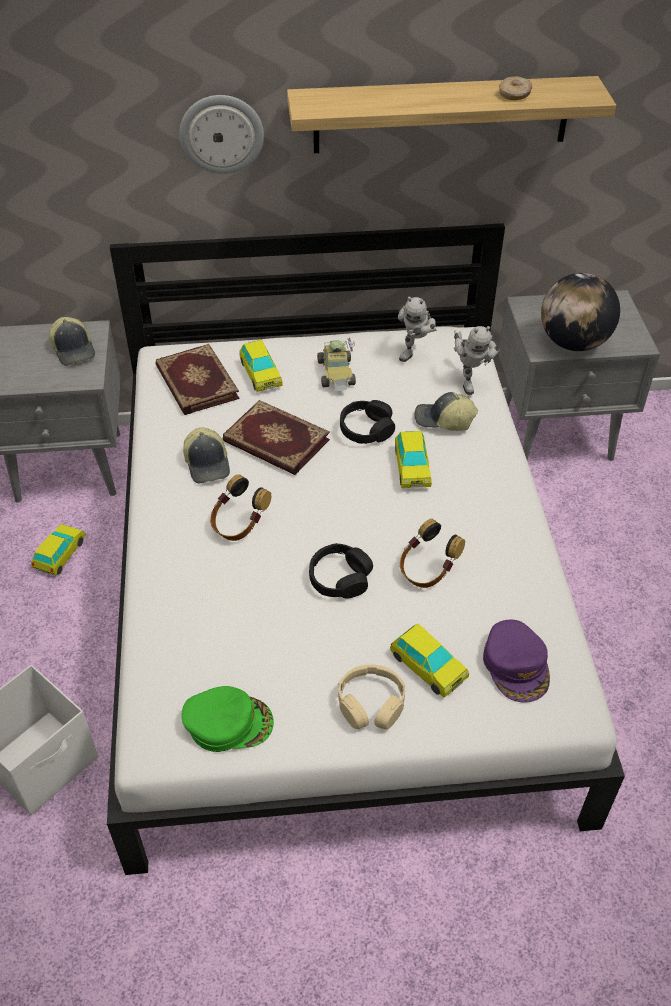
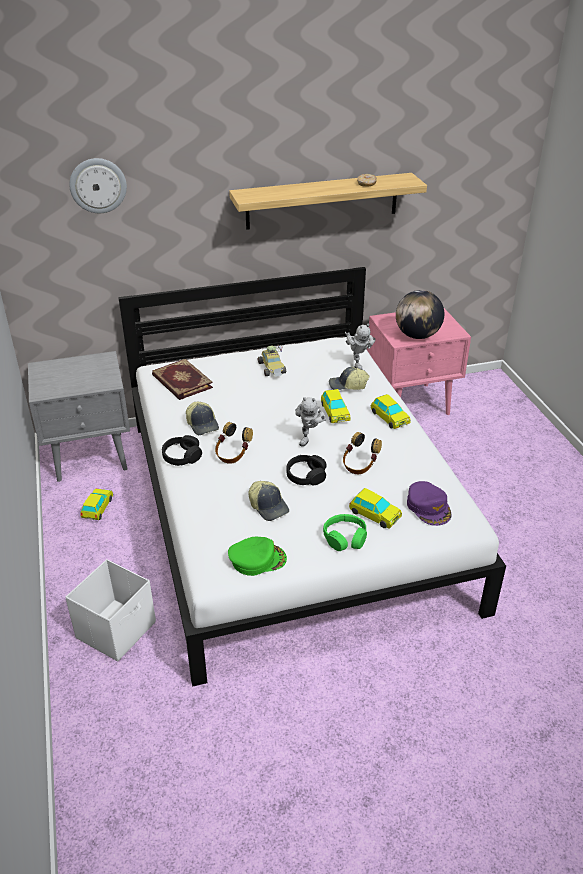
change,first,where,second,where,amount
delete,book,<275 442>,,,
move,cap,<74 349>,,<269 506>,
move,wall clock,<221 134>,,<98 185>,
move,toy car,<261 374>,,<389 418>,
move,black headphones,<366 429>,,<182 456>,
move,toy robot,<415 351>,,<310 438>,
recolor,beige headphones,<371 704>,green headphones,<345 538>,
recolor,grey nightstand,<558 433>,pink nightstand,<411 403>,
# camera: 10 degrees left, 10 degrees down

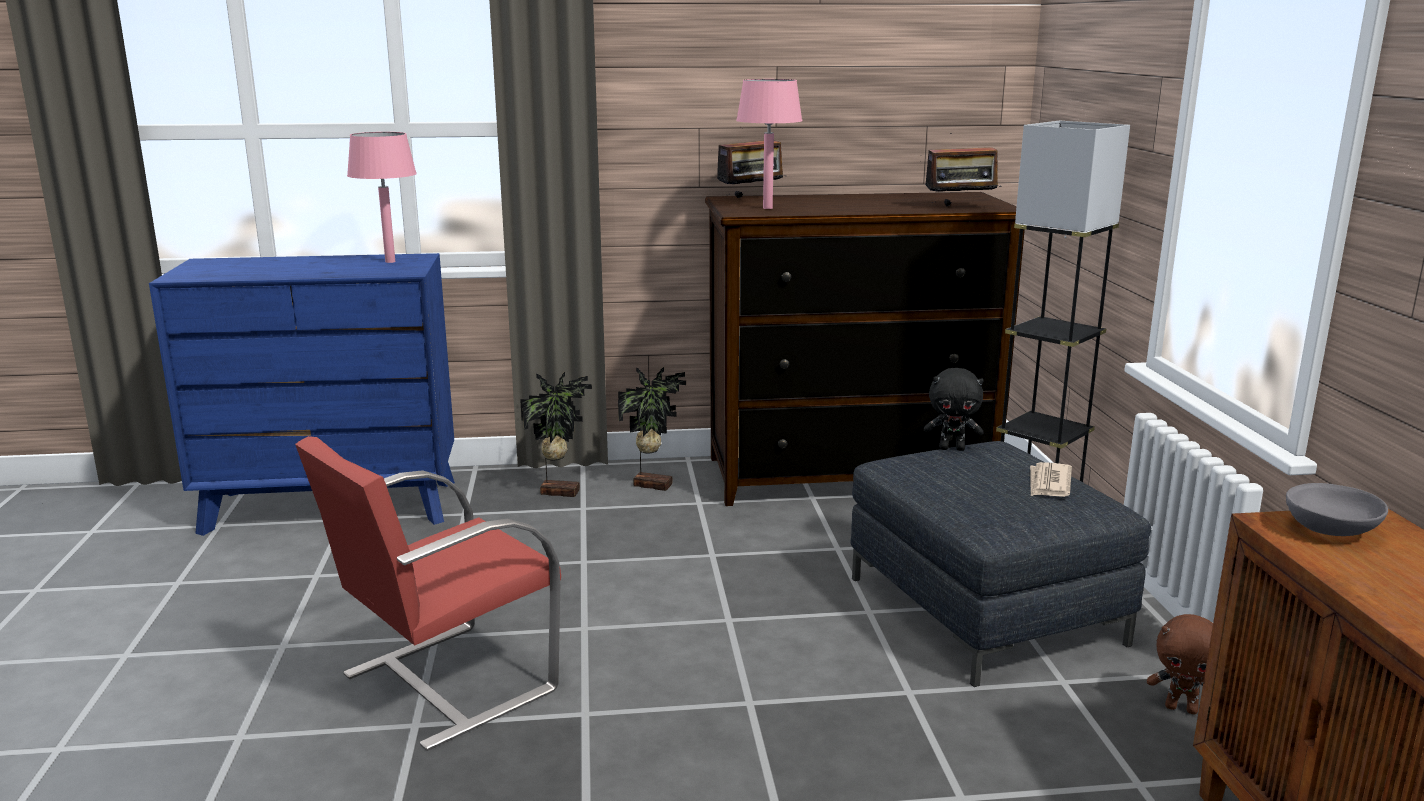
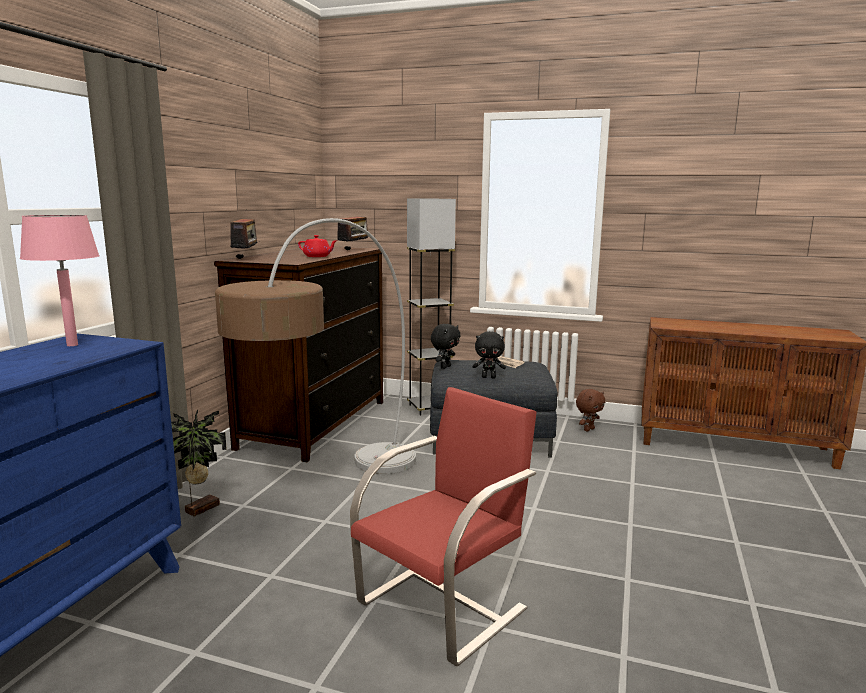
change,first,where,second,where,amount
delete,potted plant,<653 484>,,,
delete,pink table lamp,<767 208>,,,
delete,grey bowl,<1331 531>,,,
insert,,,floor lamp,<330 494>,
insert,,,red teapot,<317 256>,
insert,,,black plush toy,<489 377>,
rotate,red chair,<445 683>,,<444 605>,120 degrees counterclockwise
# camera: 65 degrees left, 5 degrees down

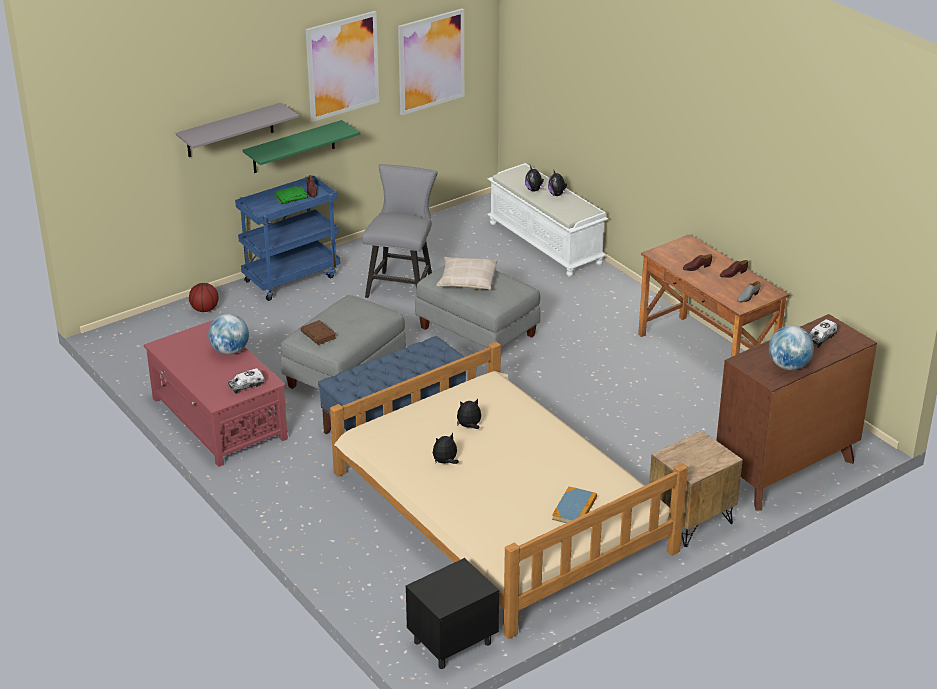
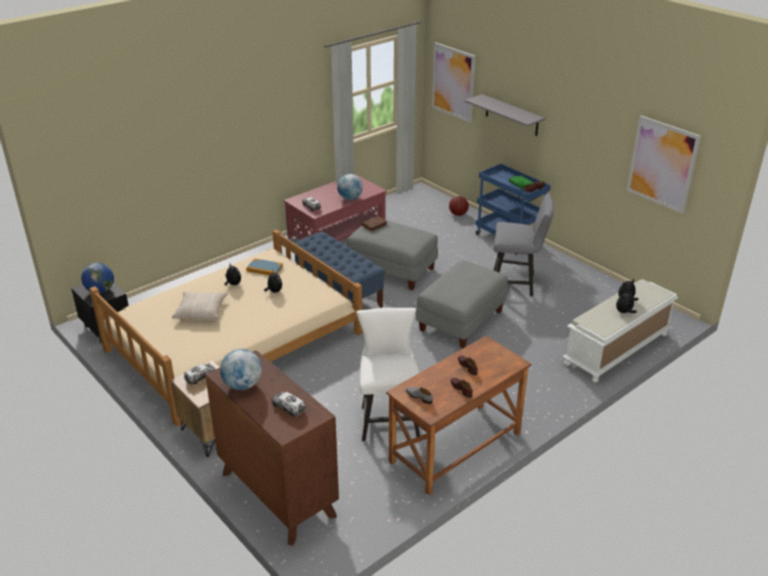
change,first,where,second,where,amount
delete,green shelf,<293 147>,,,
insert,,,globe,<100 290>,
insert,,,toy truck,<200 377>,
insert,,,white chair,<388 418>,
move,picture,<342 66>,,<453 82>,
move,beige pillow,<467 280>,,<201 311>,
move,book,<574 509>,,<264 269>,
# camera: 85 degrees right, 0 degrees up

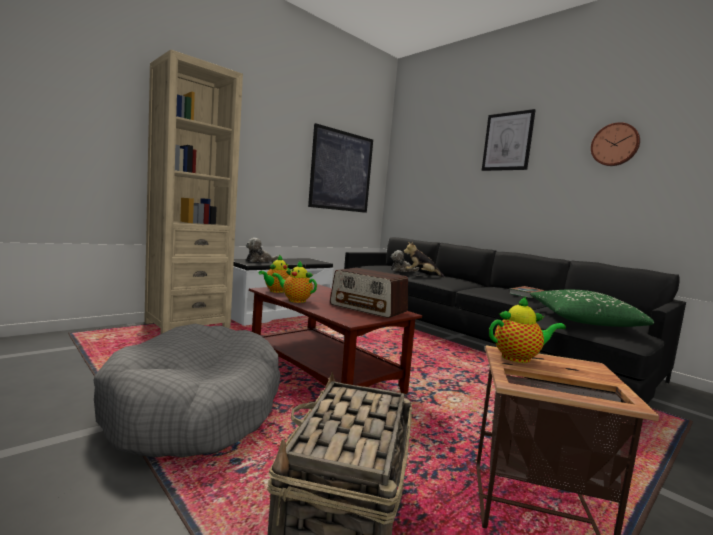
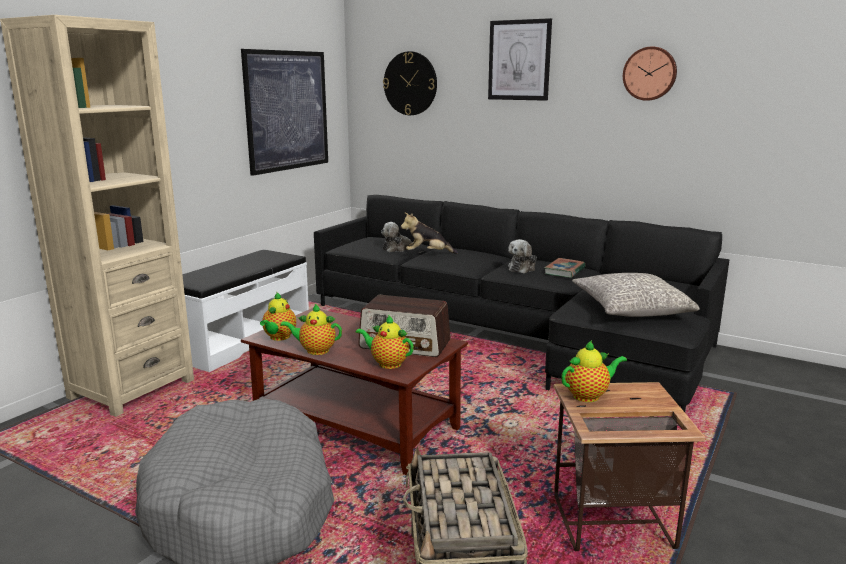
change,first,where,second,where,amount
insert,,,teapot,<387 363>,
insert,,,wall clock,<410 83>,
move,plush toy,<259 261>,,<522 268>,
recolor,green pillow,<582 321>,grey pillow,<630 309>,
# camera: 15 degrees left, 10 degrees up

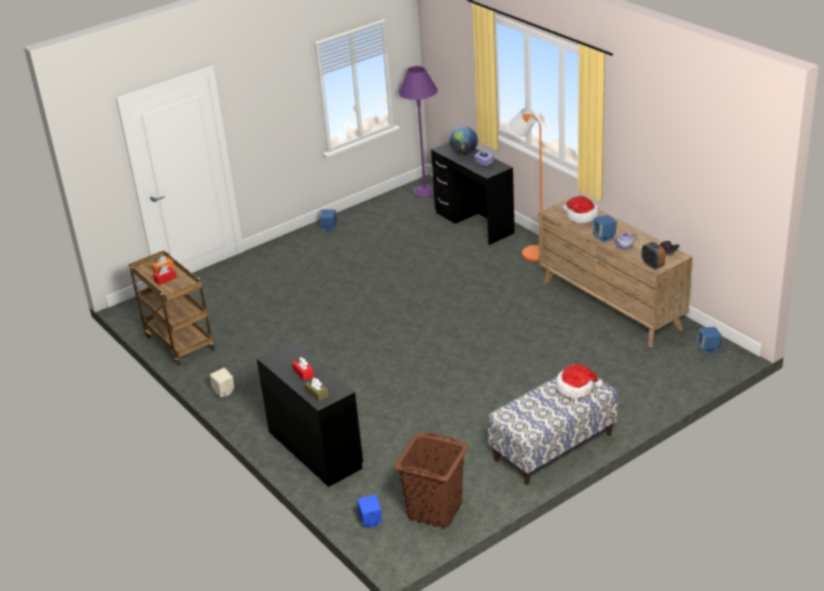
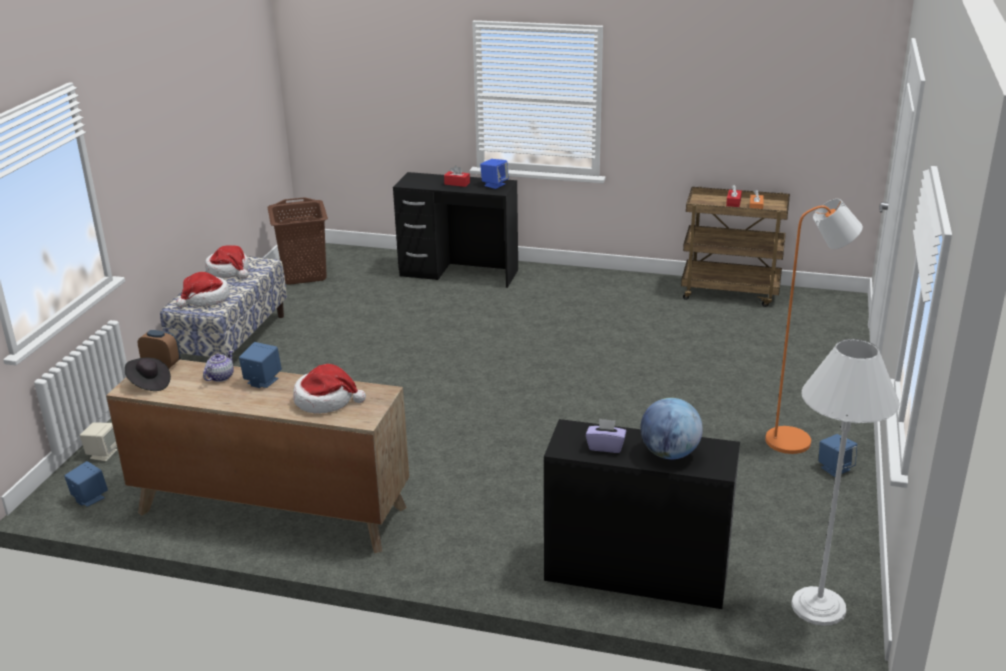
change,first,where,second,where,amount
delete,brown tissue box,<317 394>,,,
insert,,,hat,<229 271>,
move,beige speaker,<224 391>,,<103 454>,
move,blue speaker,<370 521>,,<494 185>,
move,orange floor lamp,<531 252>,,<797 441>,
recolor,purple floor lamp,<424 192>,white floor lamp,<818 607>,
# camera: 140 degrees right, 5 degrees down

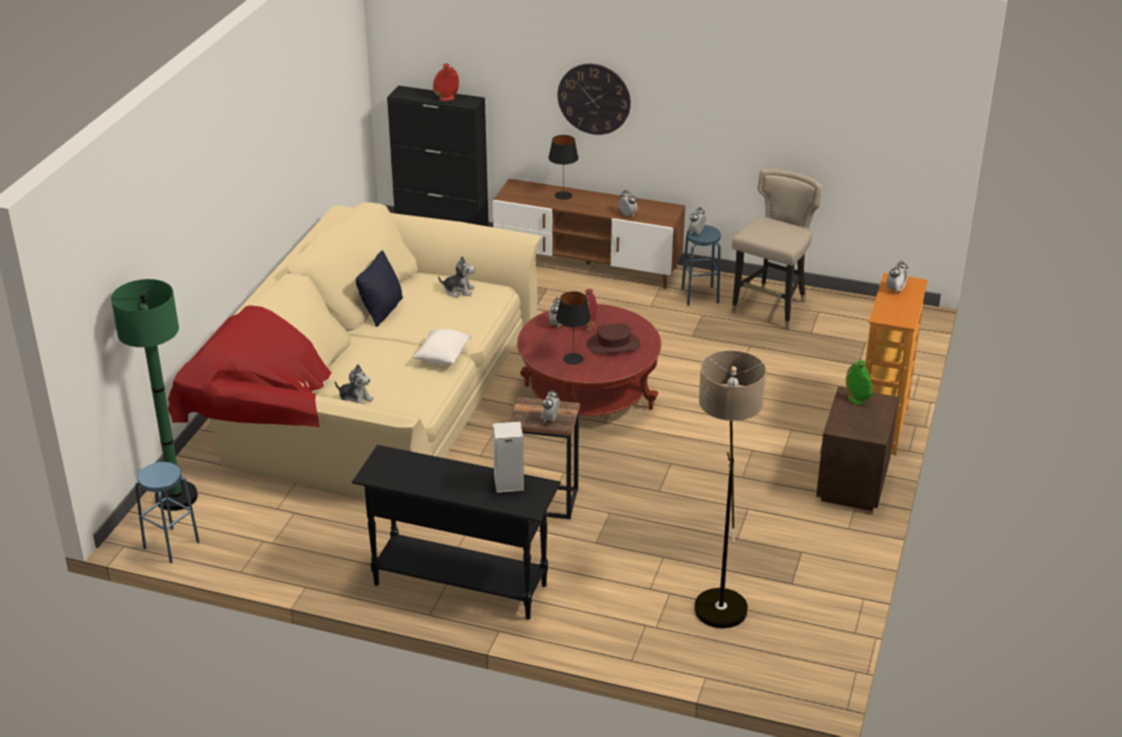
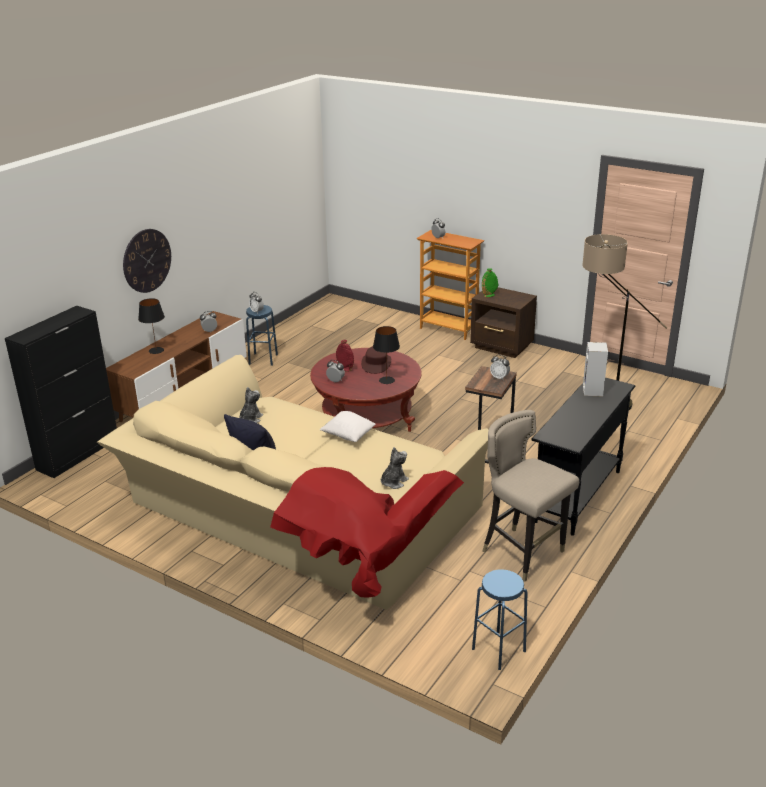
change,first,where,second,where,amount
delete,green floor lamp,<176 497>,,,
delete,red vase,<446 99>,,,
move,beige stool,<771 309>,,<523 553>,
# camera: 75 degrees left, 5 degrees down

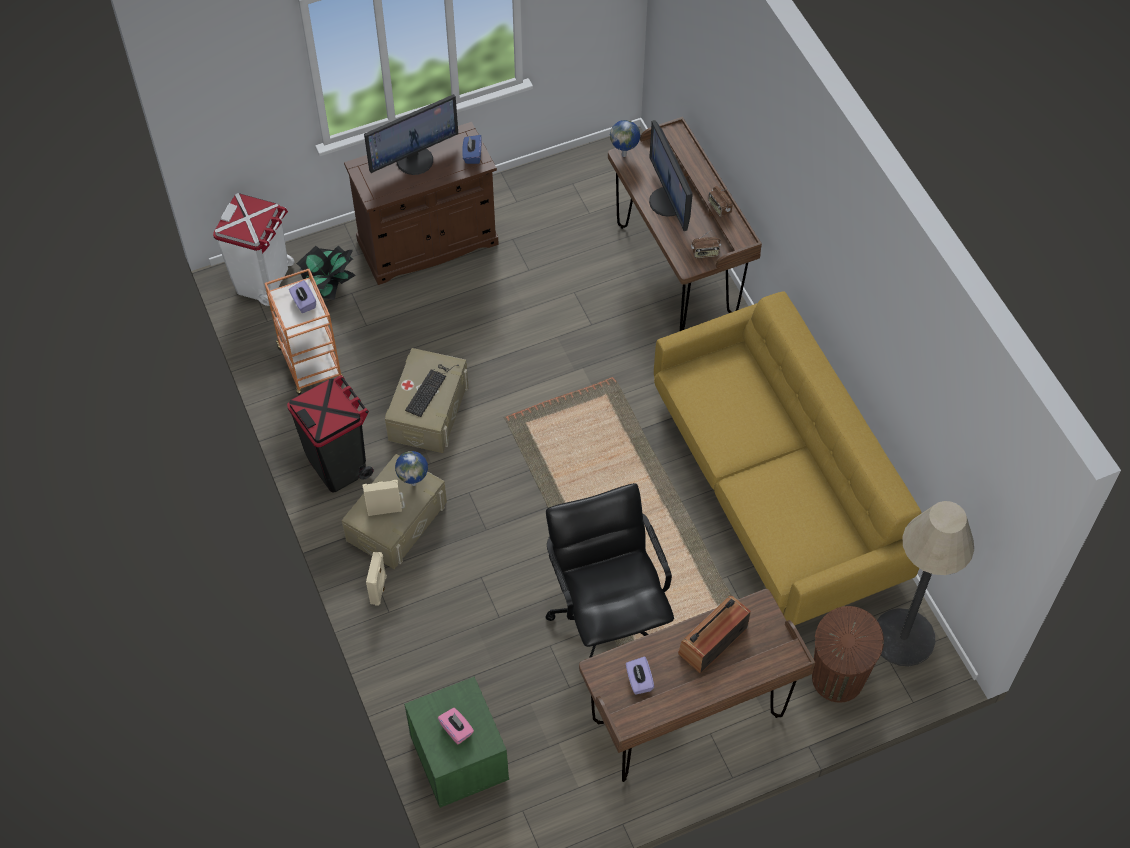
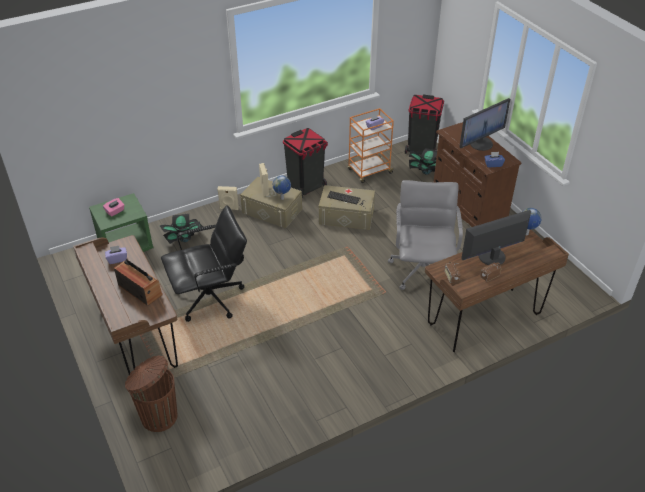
change,first,where,second,where,amount
delete,yellow sofa,<774 489>,,,
delete,floor lamp,<903 637>,,,
insert,,,potted plant,<184 239>,
insert,,,grey office chair,<422 270>,
recolor,white trash can,<263 280>,black trash can,<421 150>,
rotate,monitor,<414 160>,,<480 143>,90 degrees counterclockwise
# camera: 85 degrees right, 15 degrees down

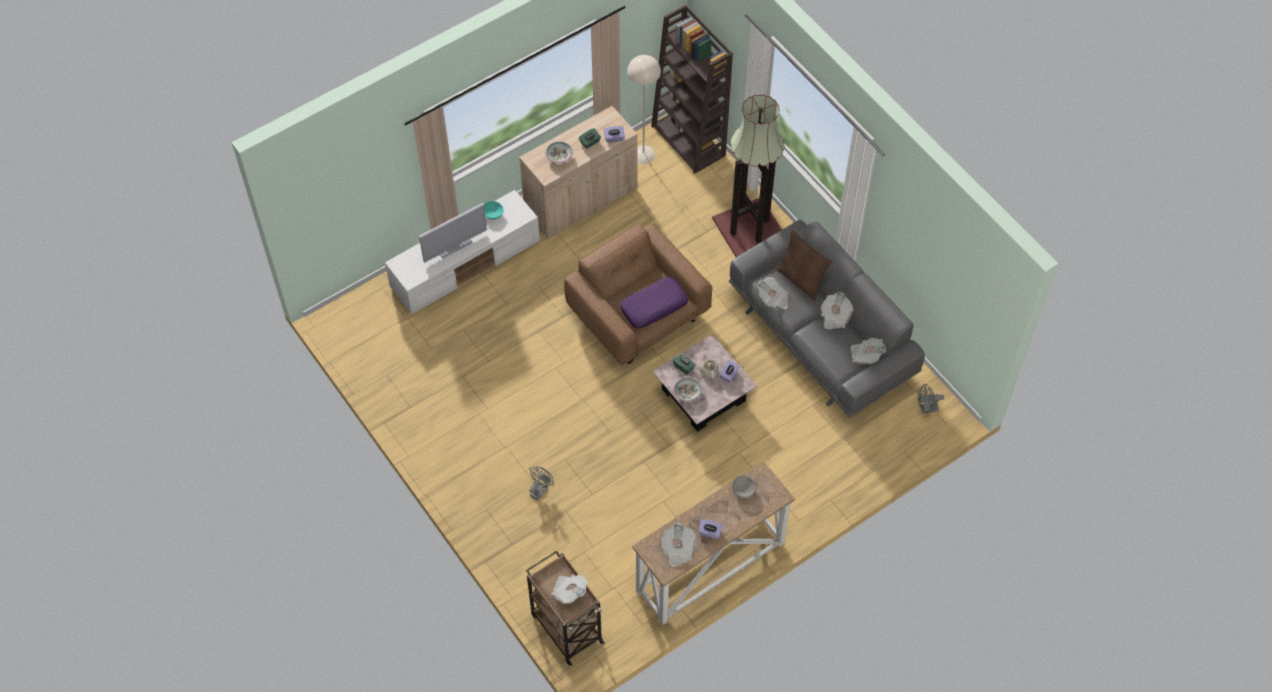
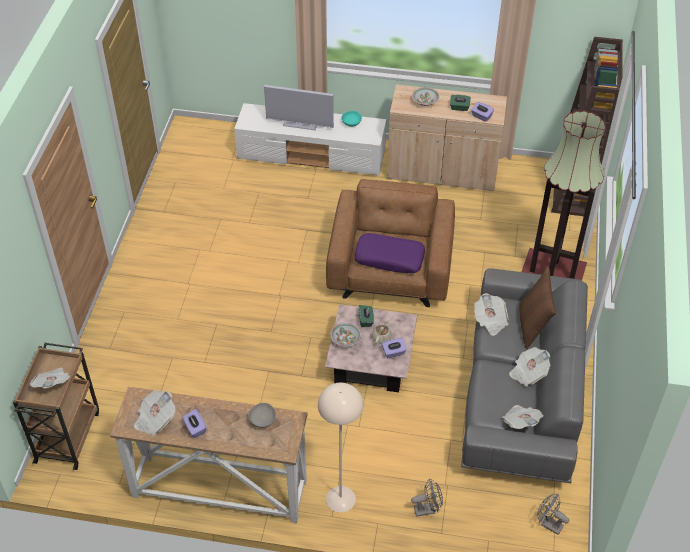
change,first,where,second,where,amount
move,grey fan,<540 489>,,<427 509>,
move,beige floor lamp,<643 154>,,<340 499>,
# camera: 45 degrees right, 10 degrees down

